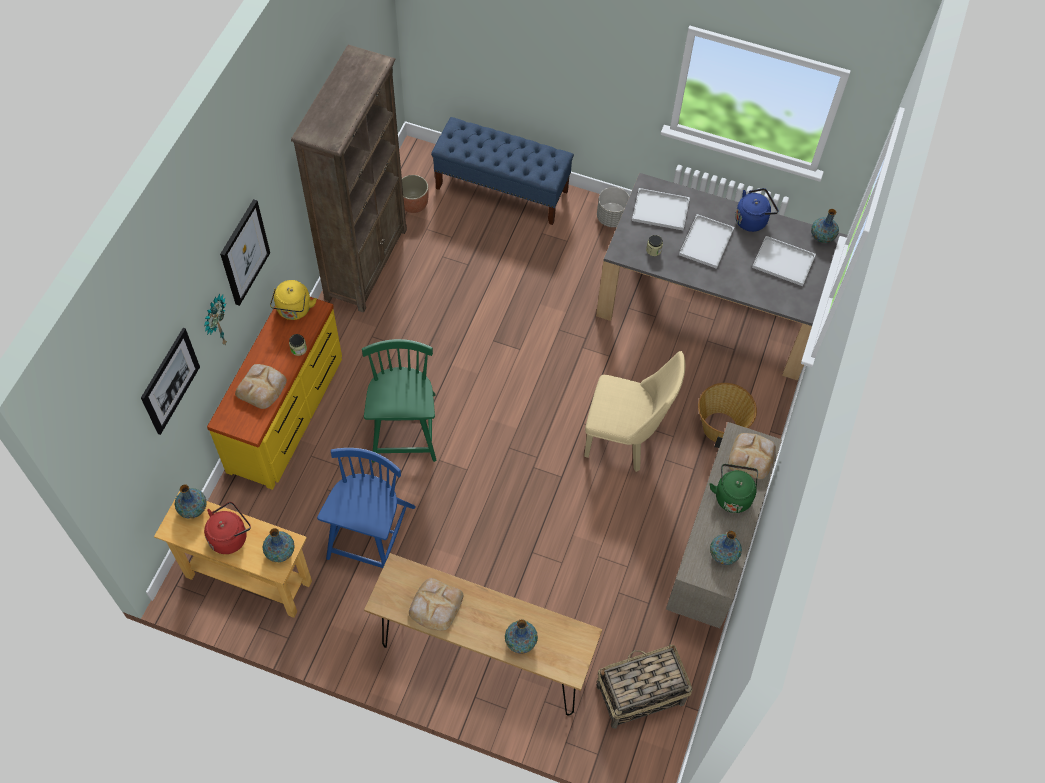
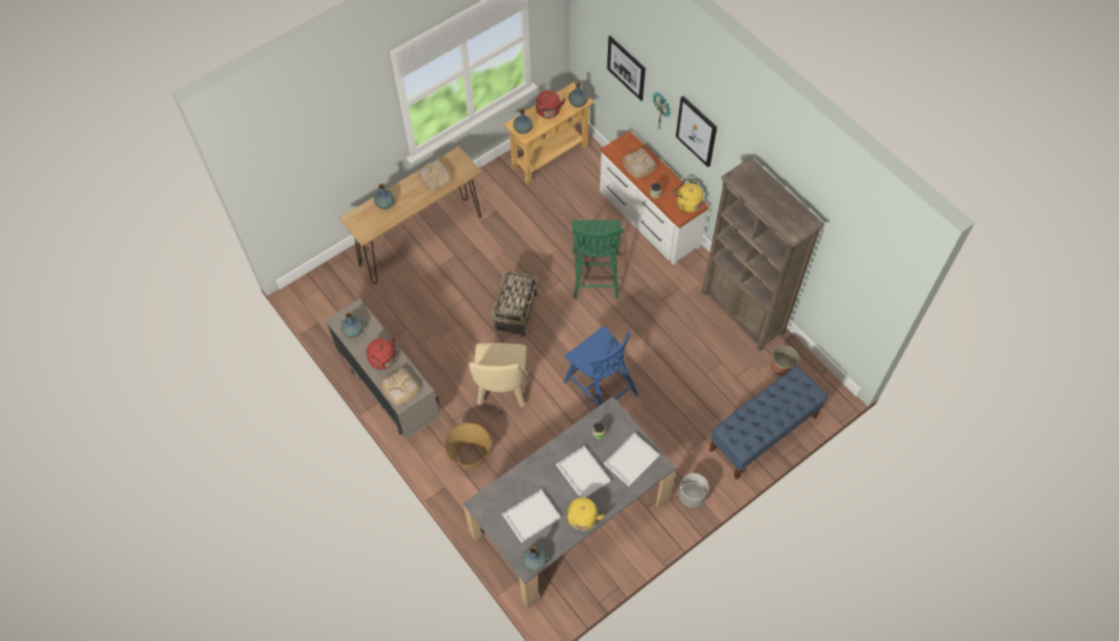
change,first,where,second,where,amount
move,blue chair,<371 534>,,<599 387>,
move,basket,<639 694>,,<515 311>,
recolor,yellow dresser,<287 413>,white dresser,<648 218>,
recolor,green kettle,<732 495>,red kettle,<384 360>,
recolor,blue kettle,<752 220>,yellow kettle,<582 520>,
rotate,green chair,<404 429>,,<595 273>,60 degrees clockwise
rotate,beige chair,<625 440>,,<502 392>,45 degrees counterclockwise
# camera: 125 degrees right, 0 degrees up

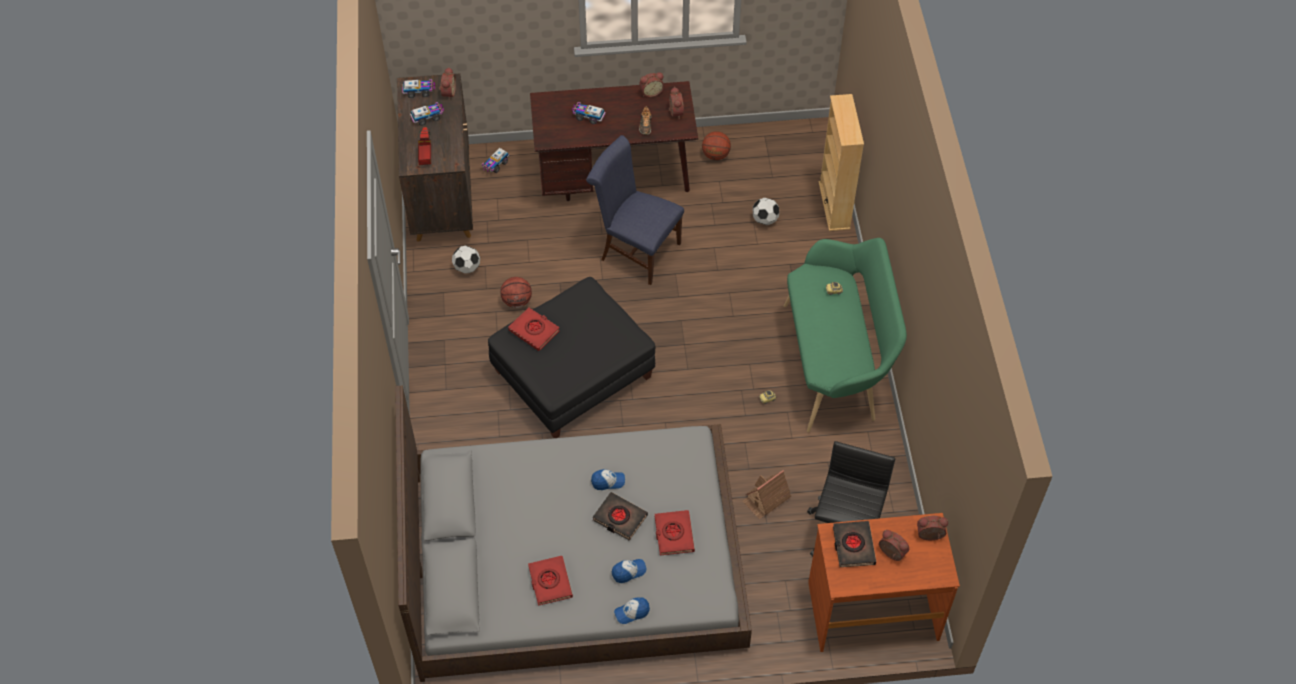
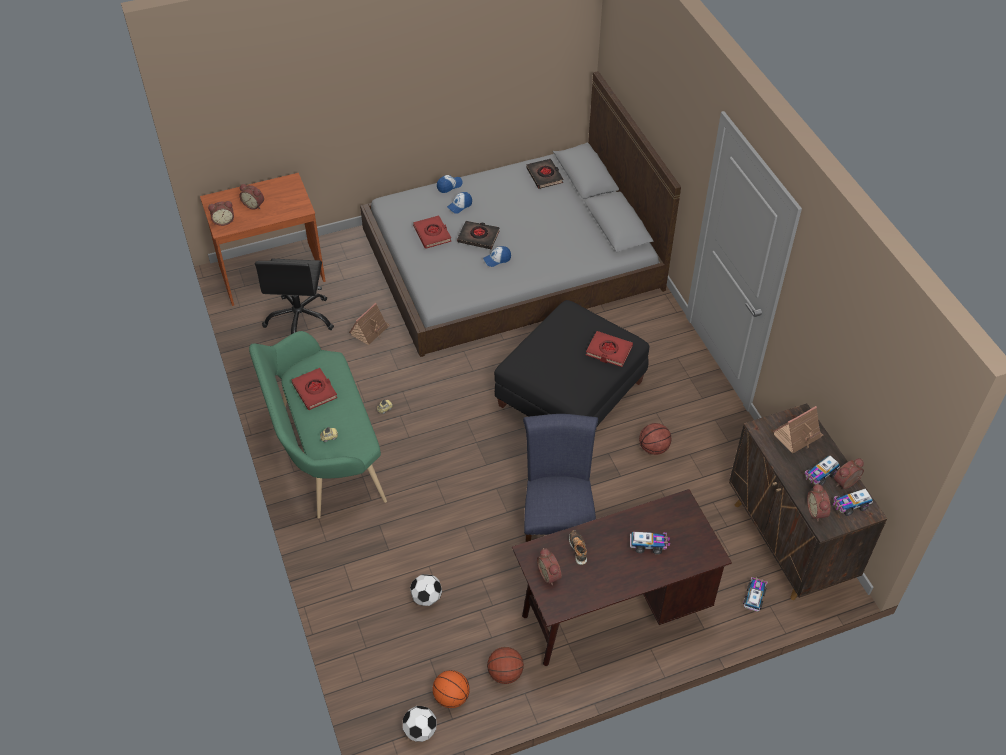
change,first,where,second,where,amount
delete,beige bookcase,<834 205>,,,
insert,,,basketball,<451 697>,
move,football,<467 268>,,<420 730>,
move,red book,<550 582>,,<315 391>,
move,alarm clock,<651 92>,,<847 483>,
move,black book,<853 546>,,<544 176>,
replace,toy truck,<425 151>,toy house,<797 435>,
rotate,blue chair,<636 250>,,<557 528>,105 degrees counterclockwise
# camera: 165 degrees right, 5 degrees down

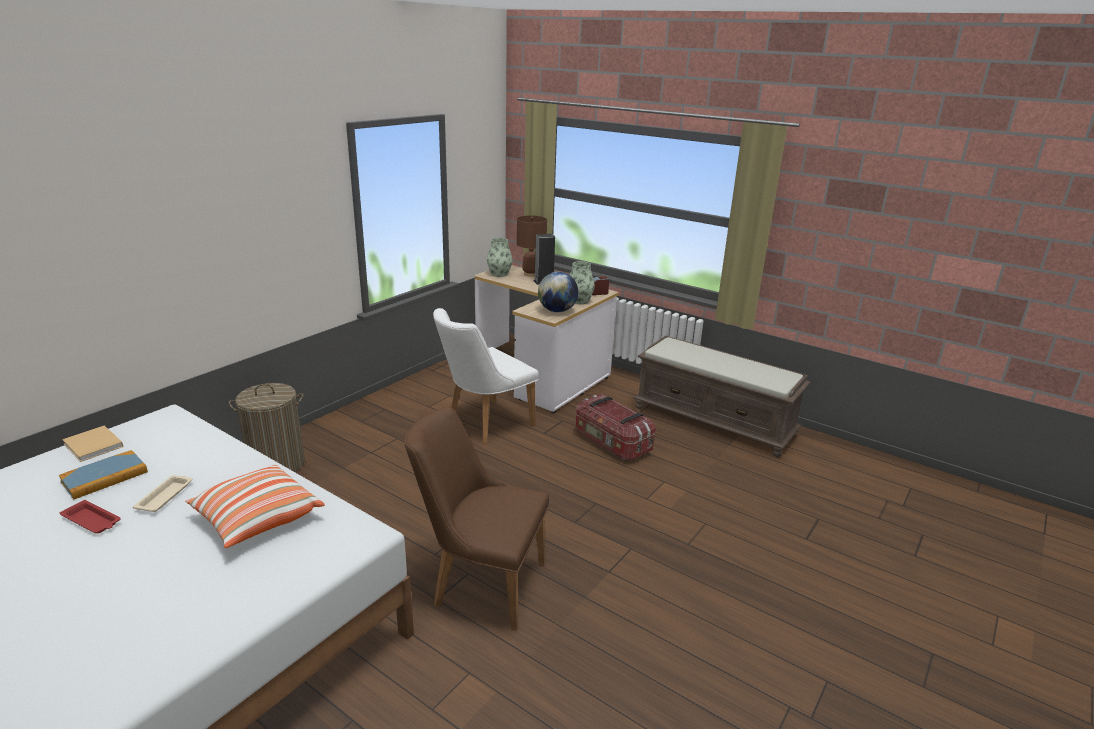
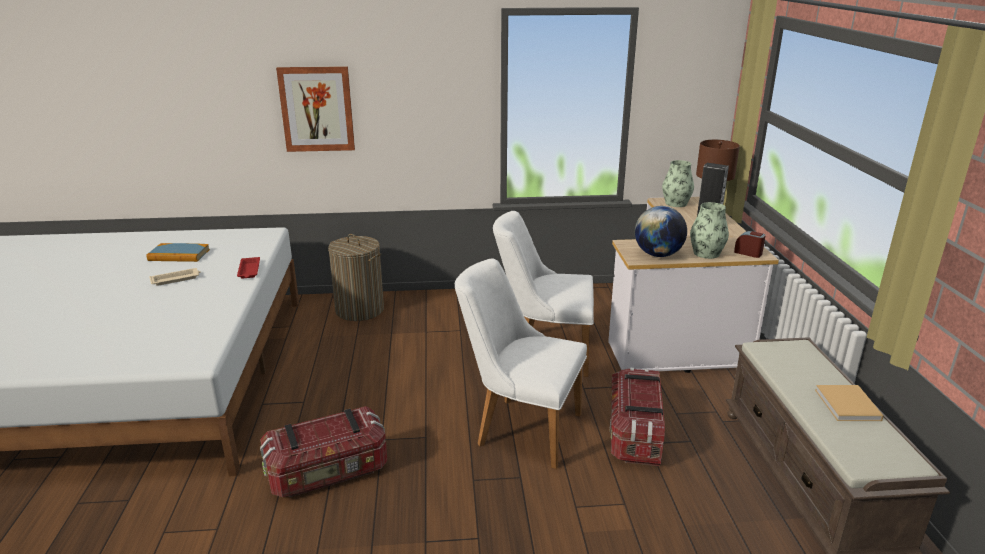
change,first,where,second,where,amount
delete,pillow,<257 518>,,,
insert,,,picture,<317 109>,
insert,,,white chair,<519 427>,
move,red tray,<92 521>,,<249 271>,
move,beige book,<94 446>,,<848 406>,
replace,brown chair,<479 582>,storage box,<328 473>,
# camera: 50 degrees right, 0 degrees up

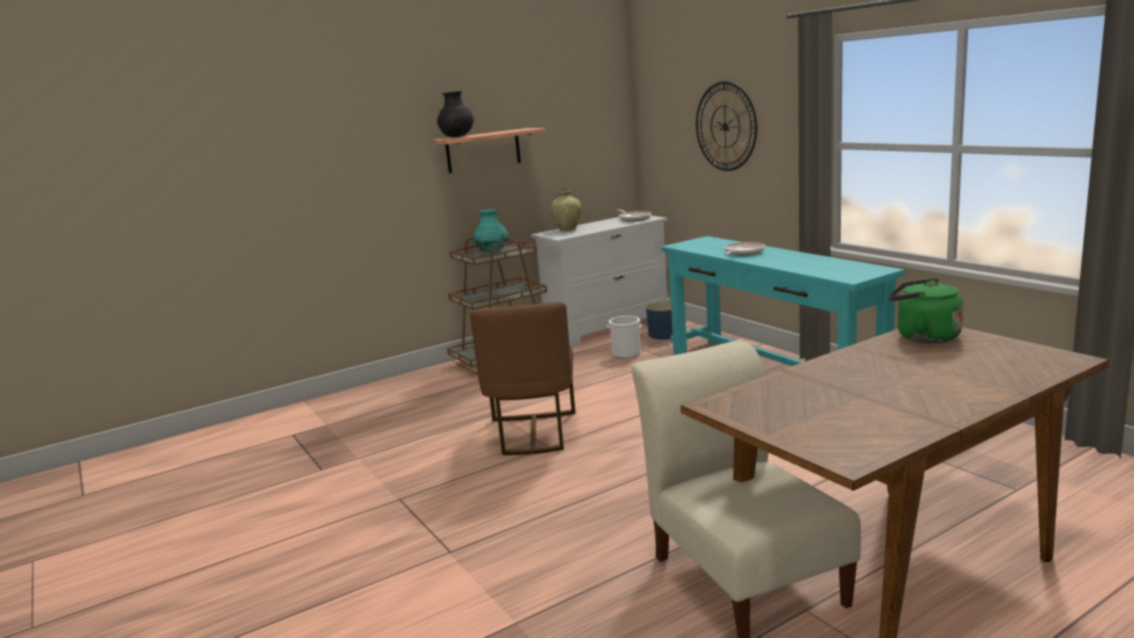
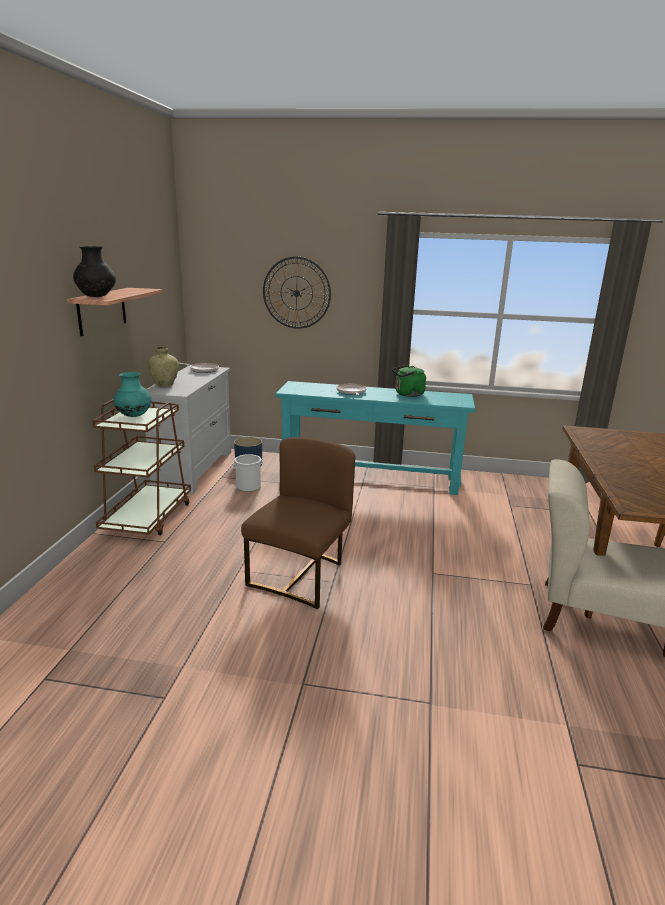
change,first,where,second,where,amount
move,green kettle,<923 337>,,<407 394>,
rotate,brown chair,<532 433>,,<301 576>,105 degrees counterclockwise
# camera: 50 degrees left, 5 degrees up

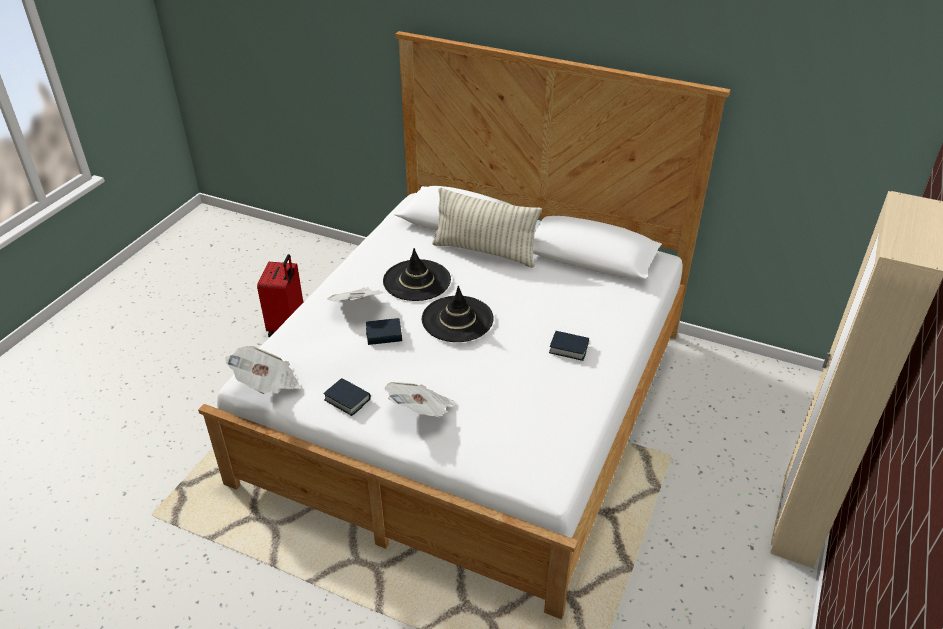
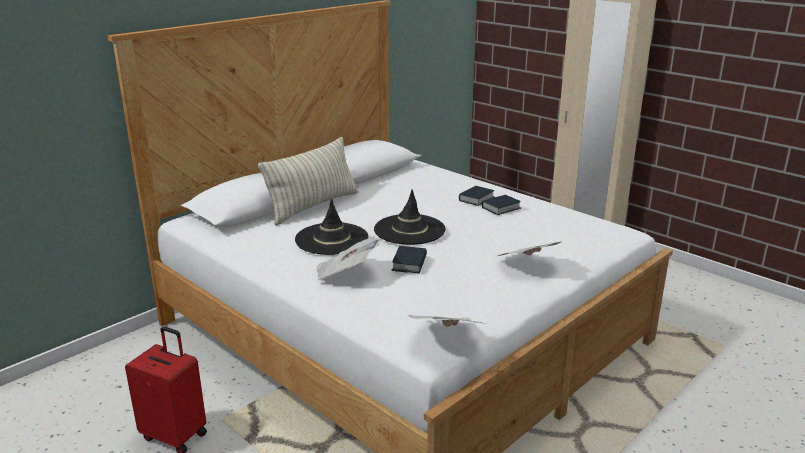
change,first,where,second,where,amount
move,book,<347 399>,,<500 208>,
# camera: 70 degrees left, 15 degrees down

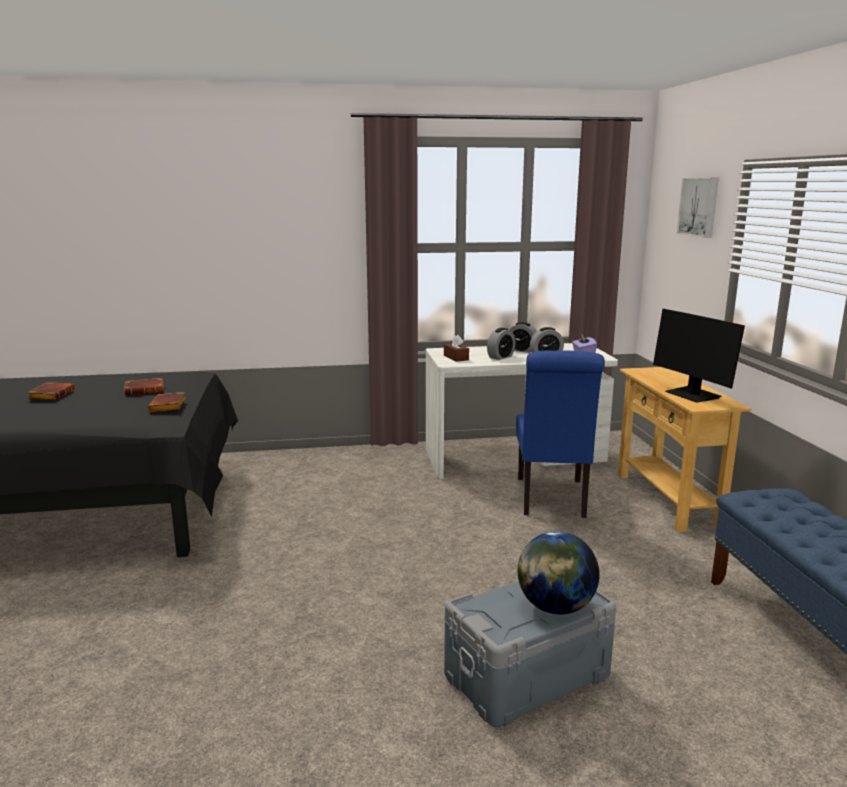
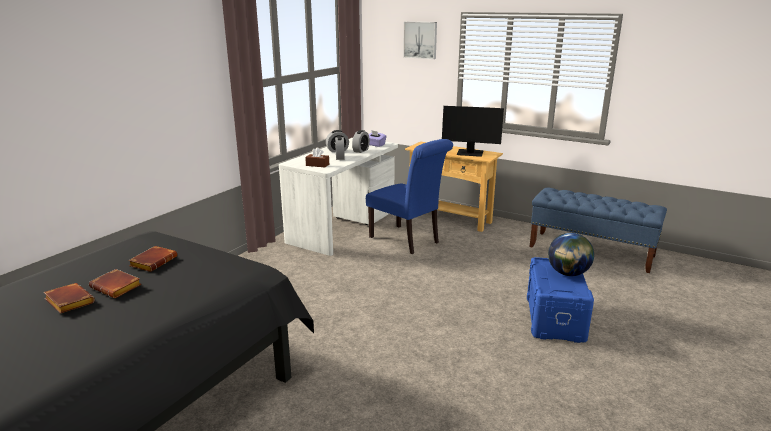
change,first,where,second,where,amount
move,brown book,<169 407>,,<118 287>,
recolor,grey storage box,<528 677>,blue storage box,<555 318>,
# camera: 50 degrees left, 5 degrees up

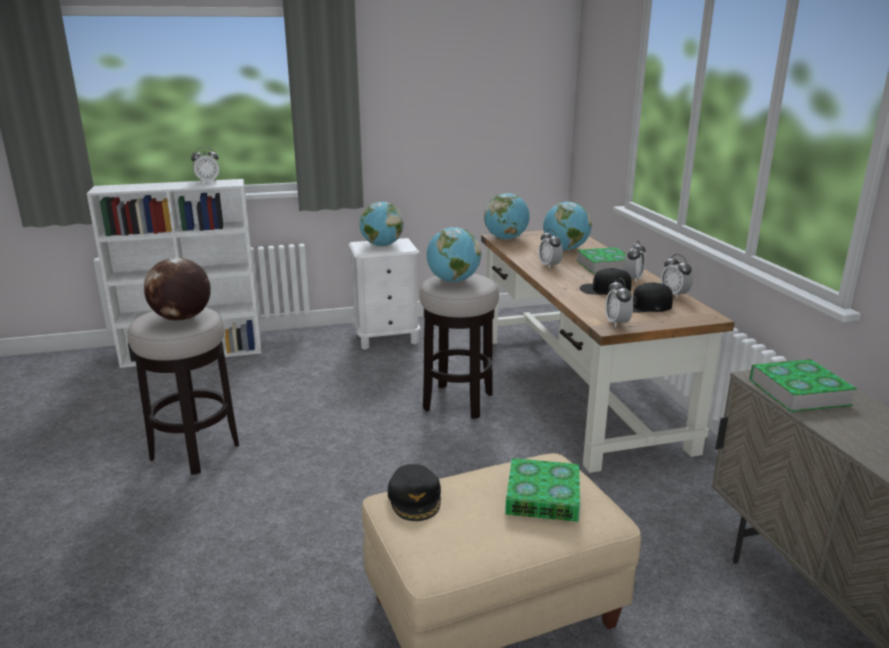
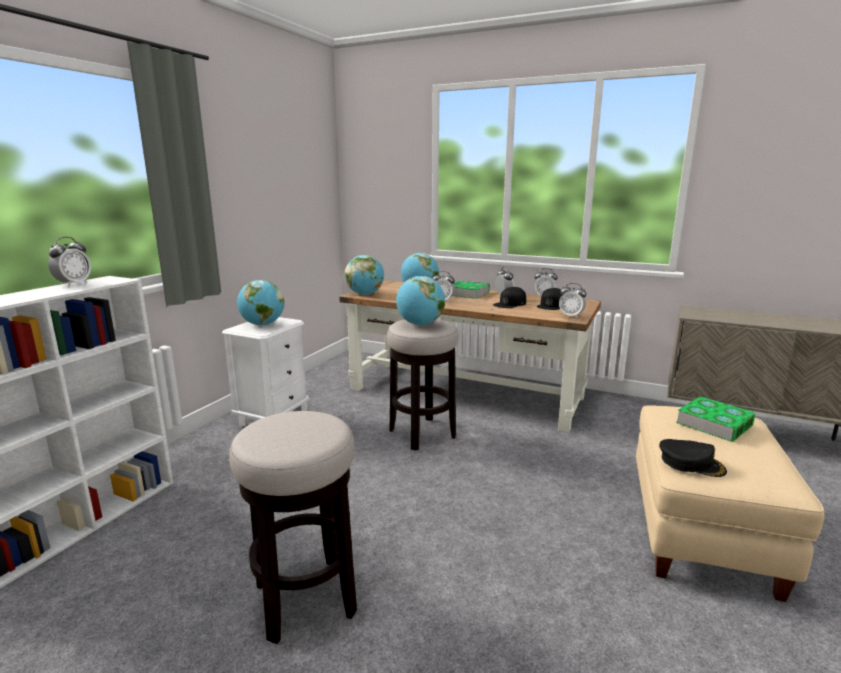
change,first,where,second,where,amount
delete,globe,<181 319>,,,
delete,book,<799 392>,,,
# camera: 50 degrees left, 5 degrees down

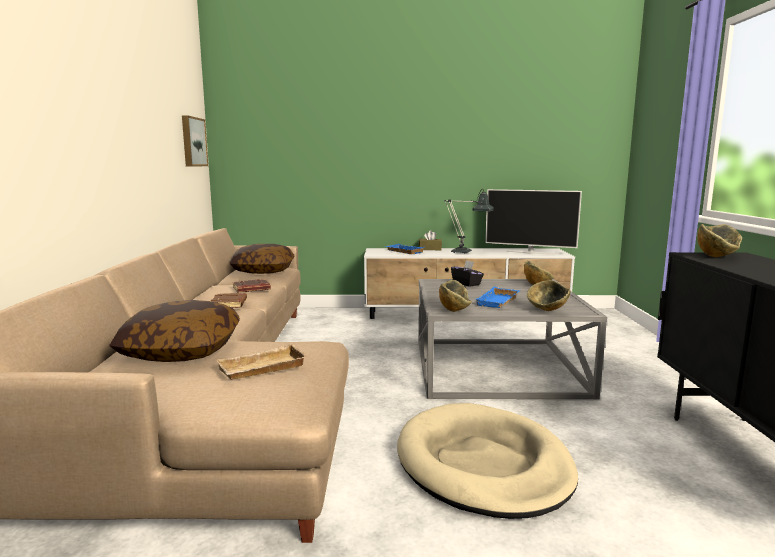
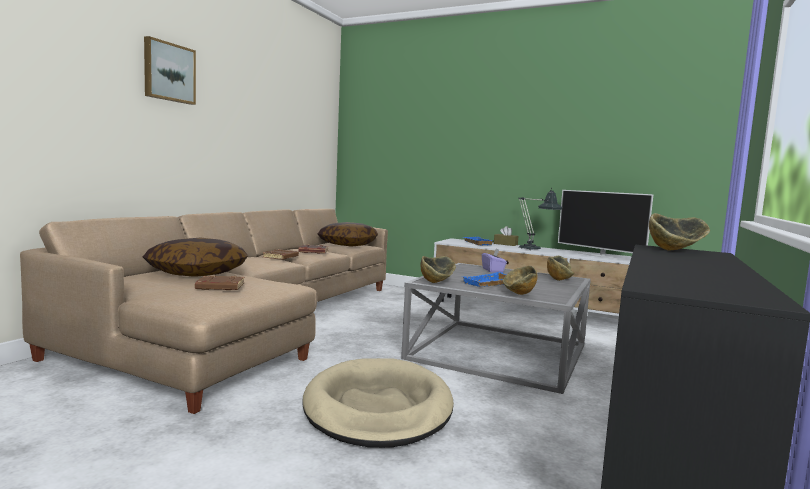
change,first,where,second,where,amount
move,picture,<192 142>,,<168 72>,
replace,beige tray,<262 369>,brown book,<219 287>,
recolor,black tissue box,<466 283>,purple tissue box,<493 270>,
# camera: 25 degrees right, 5 degrees down

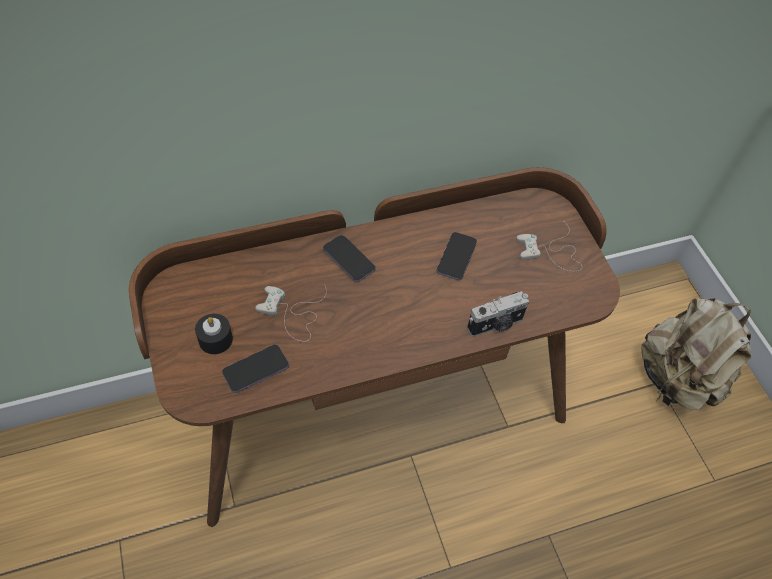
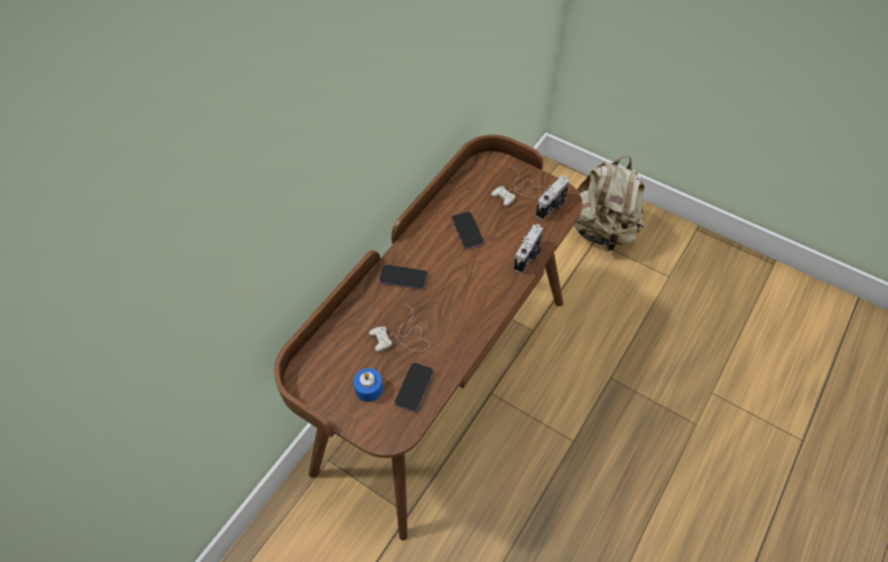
change,first,where,second,where,amount
insert,,,photo camera,<552 206>,
recolor,black candle,<215 339>,blue candle,<369 389>,
# camera: 35 degrees left, 0 degrees up

